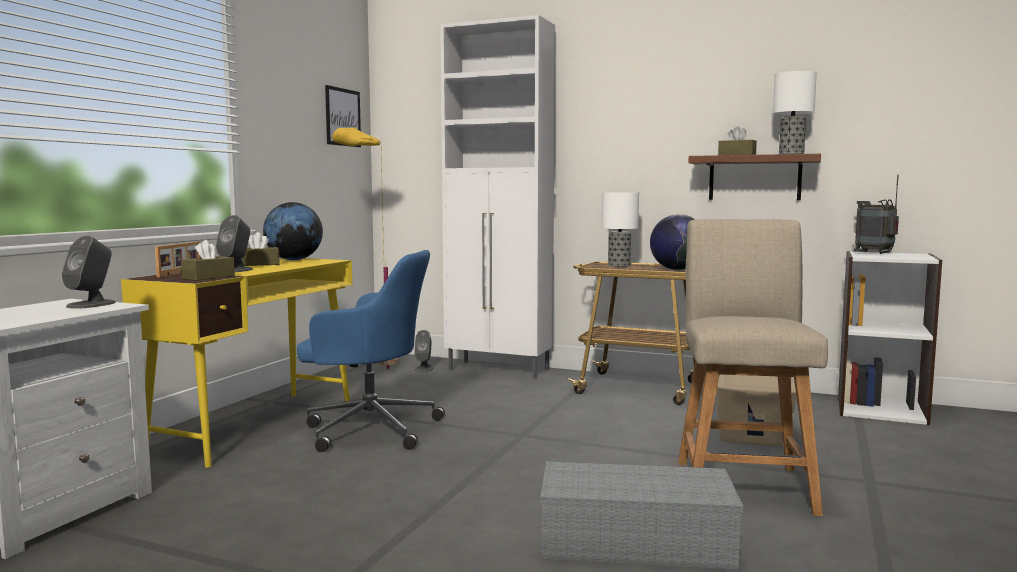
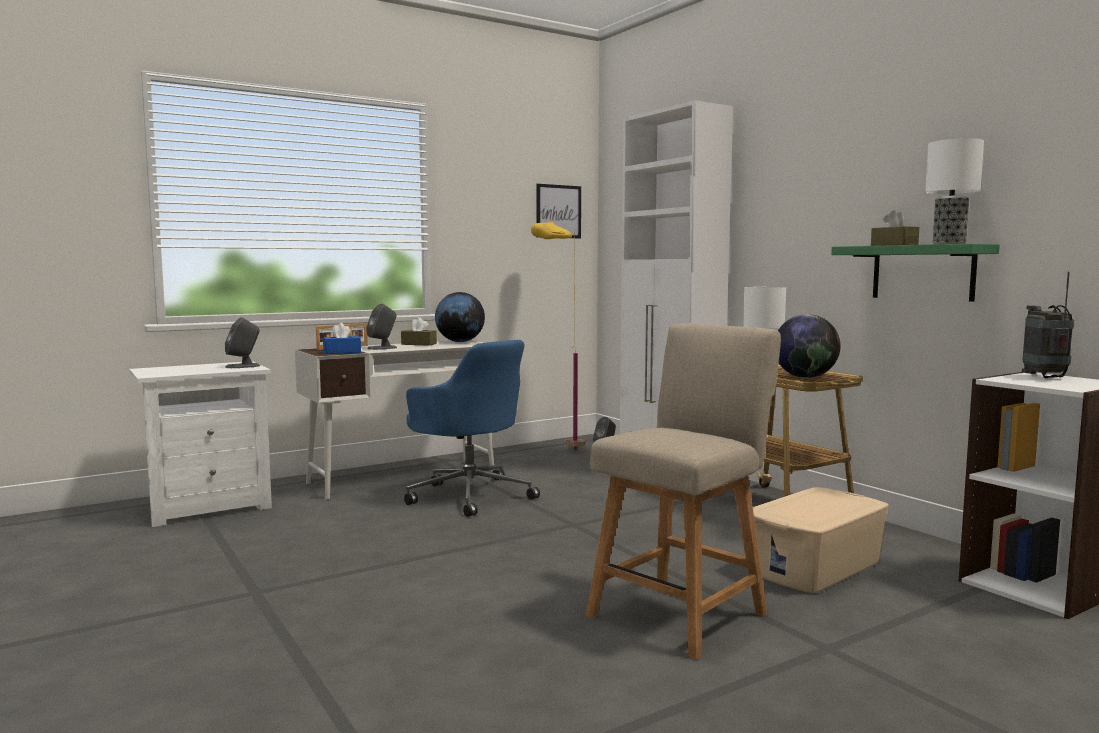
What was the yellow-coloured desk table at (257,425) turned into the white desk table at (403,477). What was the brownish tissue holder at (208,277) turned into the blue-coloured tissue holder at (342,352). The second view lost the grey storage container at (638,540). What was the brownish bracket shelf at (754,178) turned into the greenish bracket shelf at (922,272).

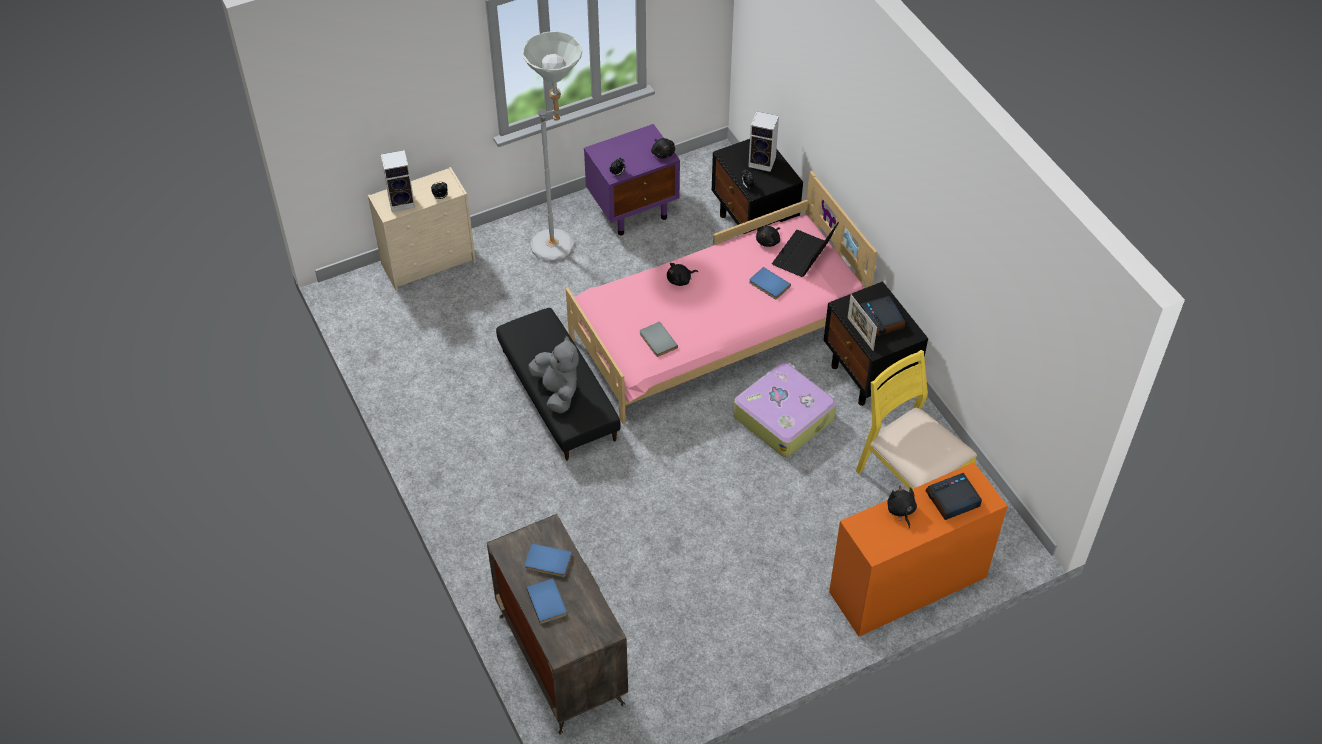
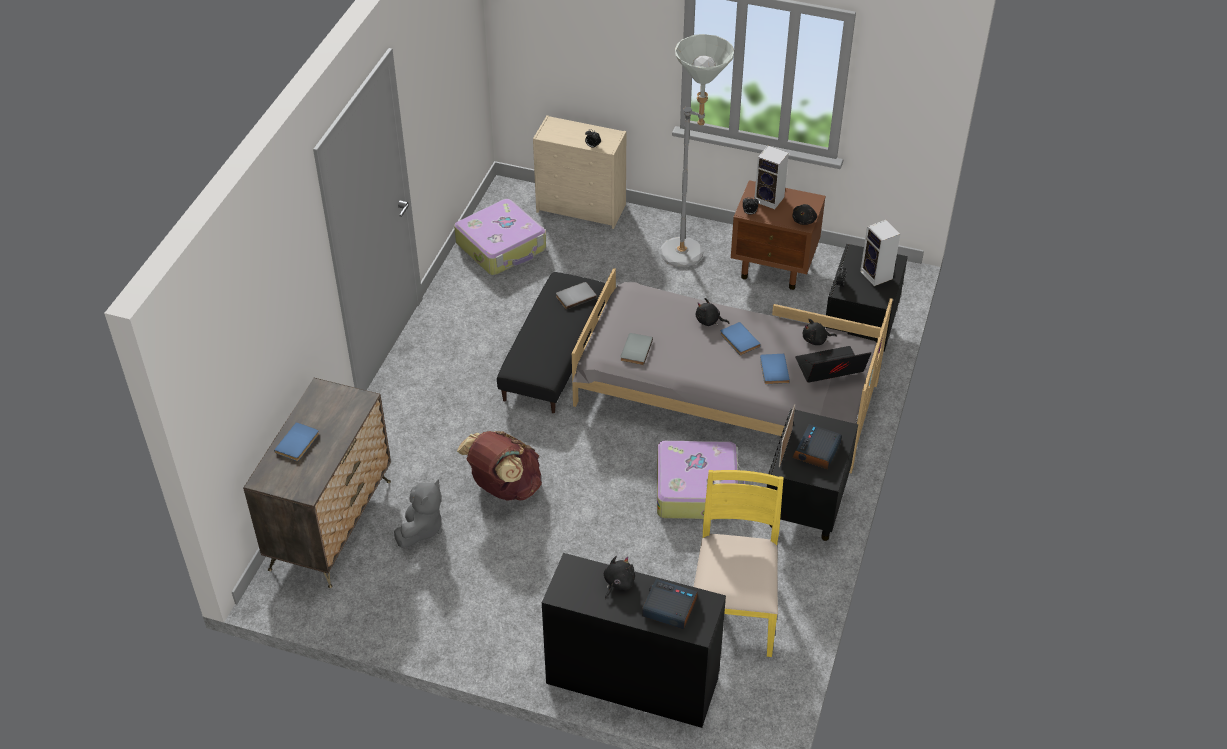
The loudspeaker ended up elsewhere, having gone from (402,201) to (770,199). The blue-coloured volume ended up elsewhere, having gone from (547,563) to (738,340). The grey soft toy ended up elsewhere, having gone from (557,391) to (421,528). What was the pink-coloured sleeping bed at (717,333) turned into the grey sleeping bed at (724,394). What was the purple nightstand at (633,210) turned into the brownish nightstand at (774,267). What was the orange-coloured desk table at (908,585) turned into the black-coloured desk table at (632,680). The second view gained the piece of luggage at (502,246). The second view gained the brownish knapsack at (504,487). The second view gained the grey volume at (575,296).

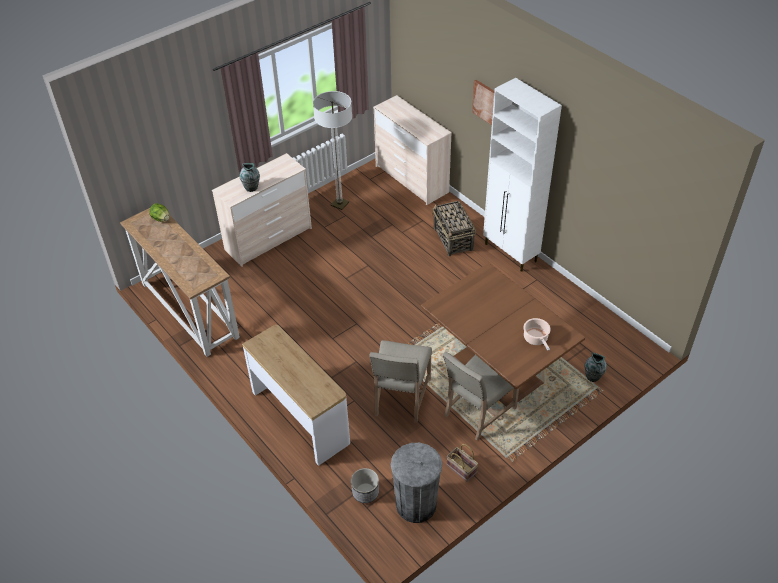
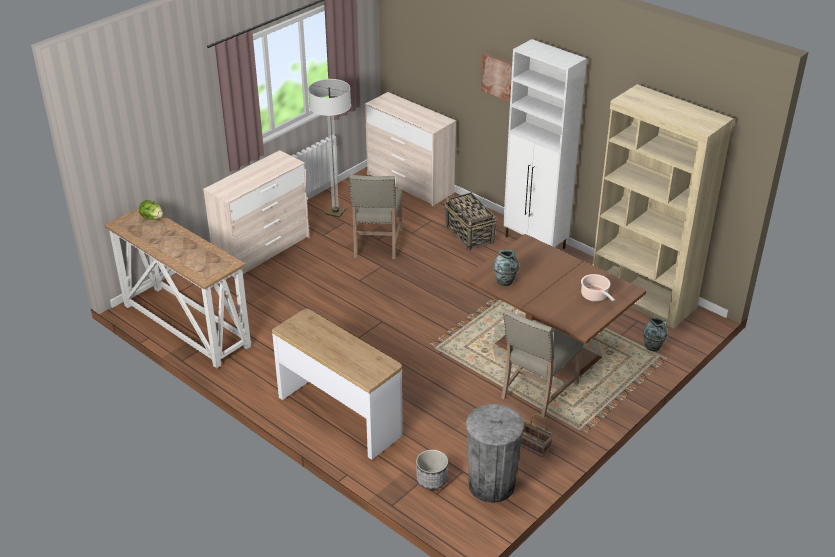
The vase ended up elsewhere, having gone from (251,188) to (505,281). The sand-coloured upright chair ended up elsewhere, having gone from (400,398) to (376,244). The second view gained the sand-coloured bookshelf at (642,298).

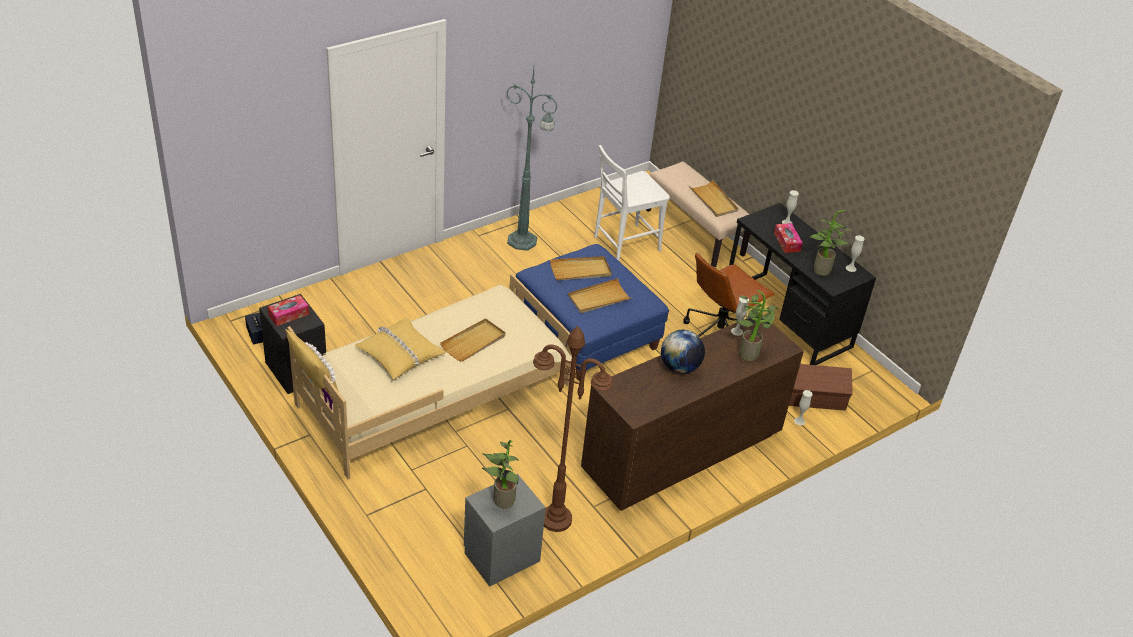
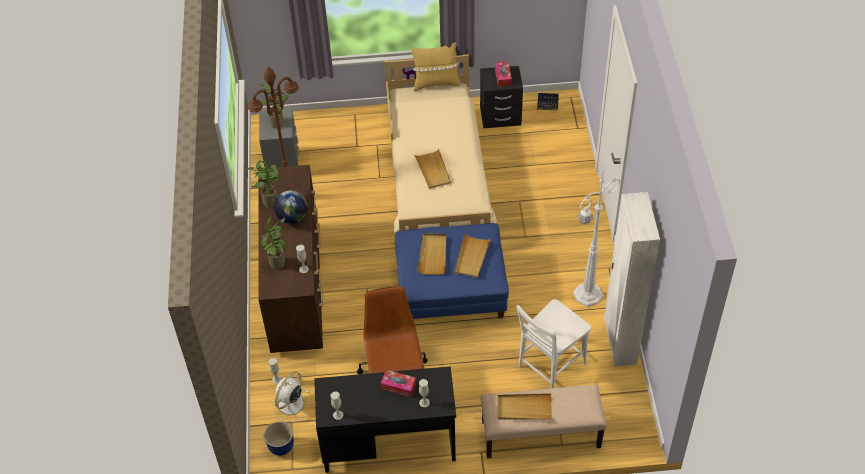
The second view lost the yellow-coloured cushion at (400,354). What was the greenish standard lamp at (523,241) turned into the white standard lamp at (586,295). The white upright chair at (623,244) ended up facing another way, 135 degrees counterclockwise from before. Where the brownish storage container stood at (815,399), the white electric fan came to stand at (290,404). The potted plant ended up elsewhere, having gone from (820,271) to (270,200). The second view gained the plant pot at (281,447). The second view gained the white armoire at (619,342).

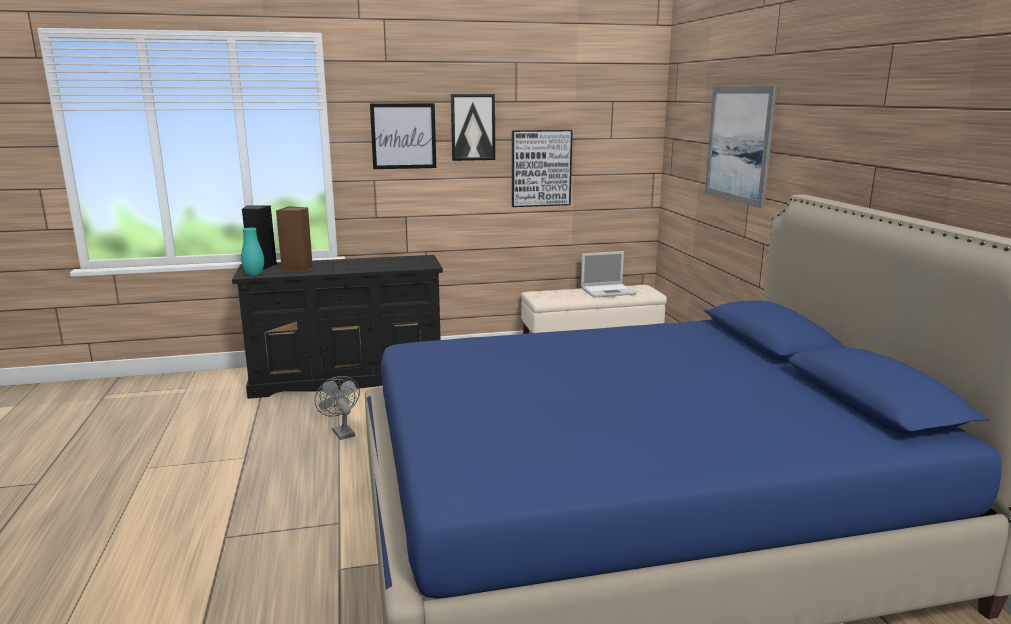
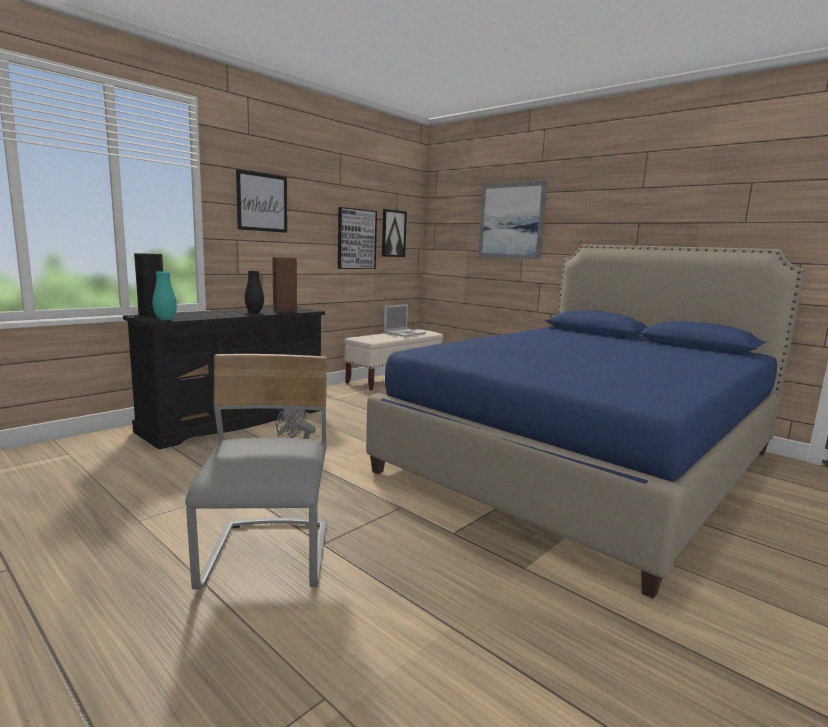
The brownish loudspeaker ended up elsewhere, having gone from (298,269) to (285,310). The picture ended up elsewhere, having gone from (472,127) to (393,233). The second view gained the grey upright chair at (269,557). The second view gained the black-coloured vase at (254,312).

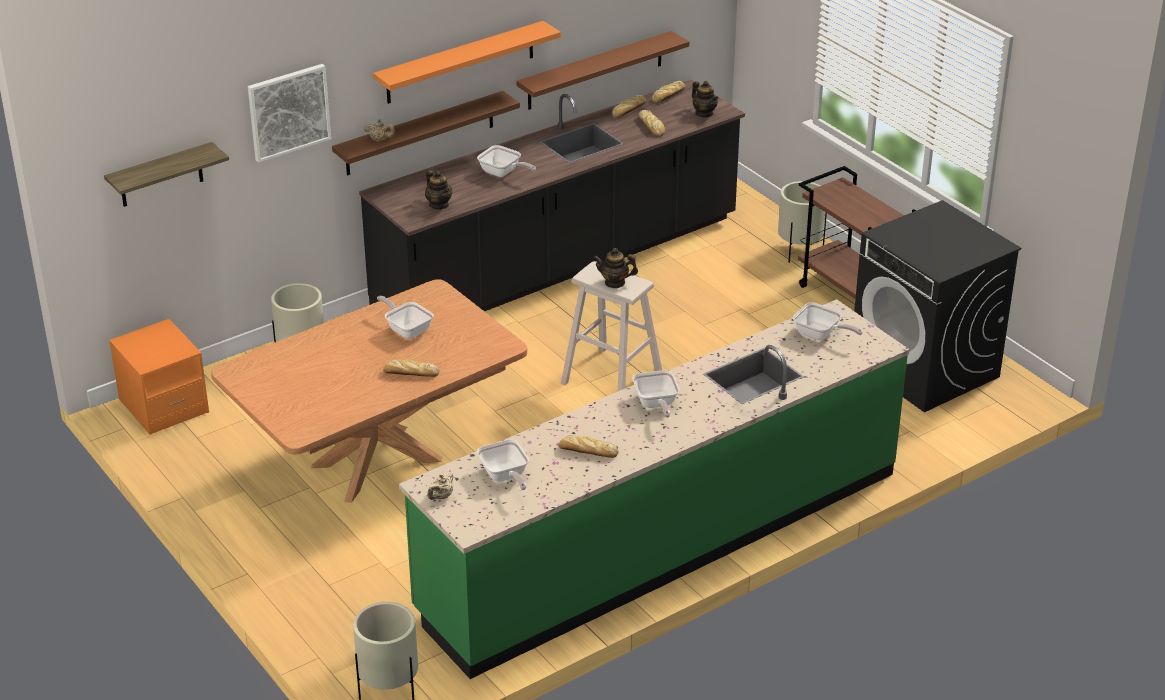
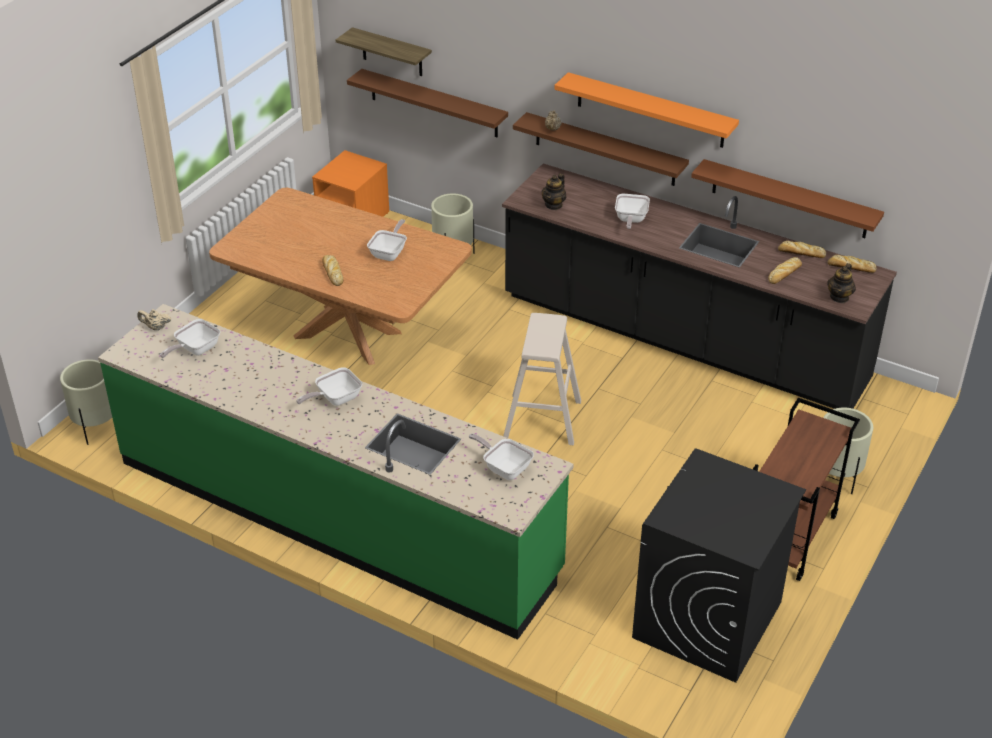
The second view lost the picture at (288,112). The second view lost the baked bread at (587,451). The second view lost the pot for tea at (615,282). The frying pan at (820,335) ended up facing another way, 120 degrees clockwise from before. The second view gained the brownish bracket shelf at (433,103).

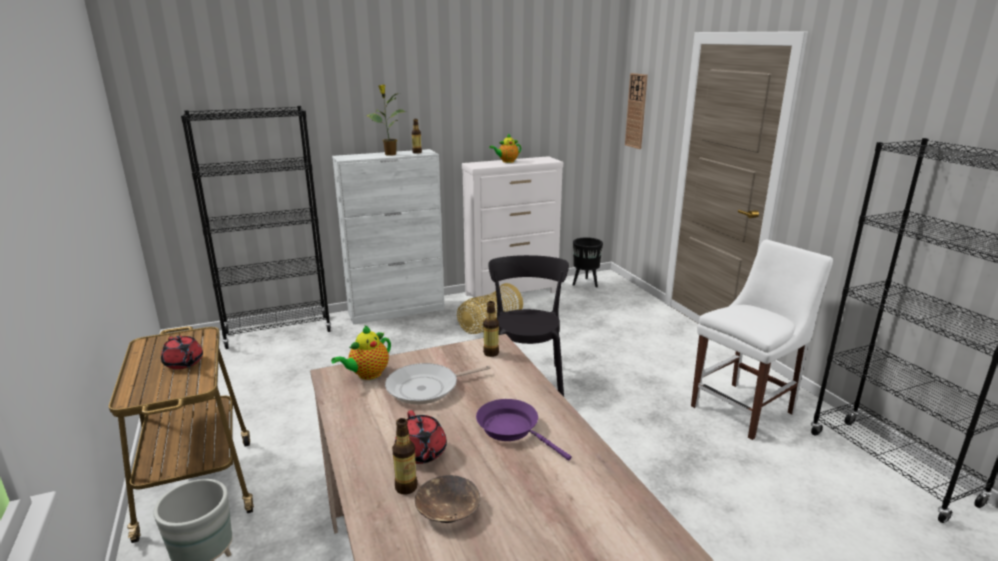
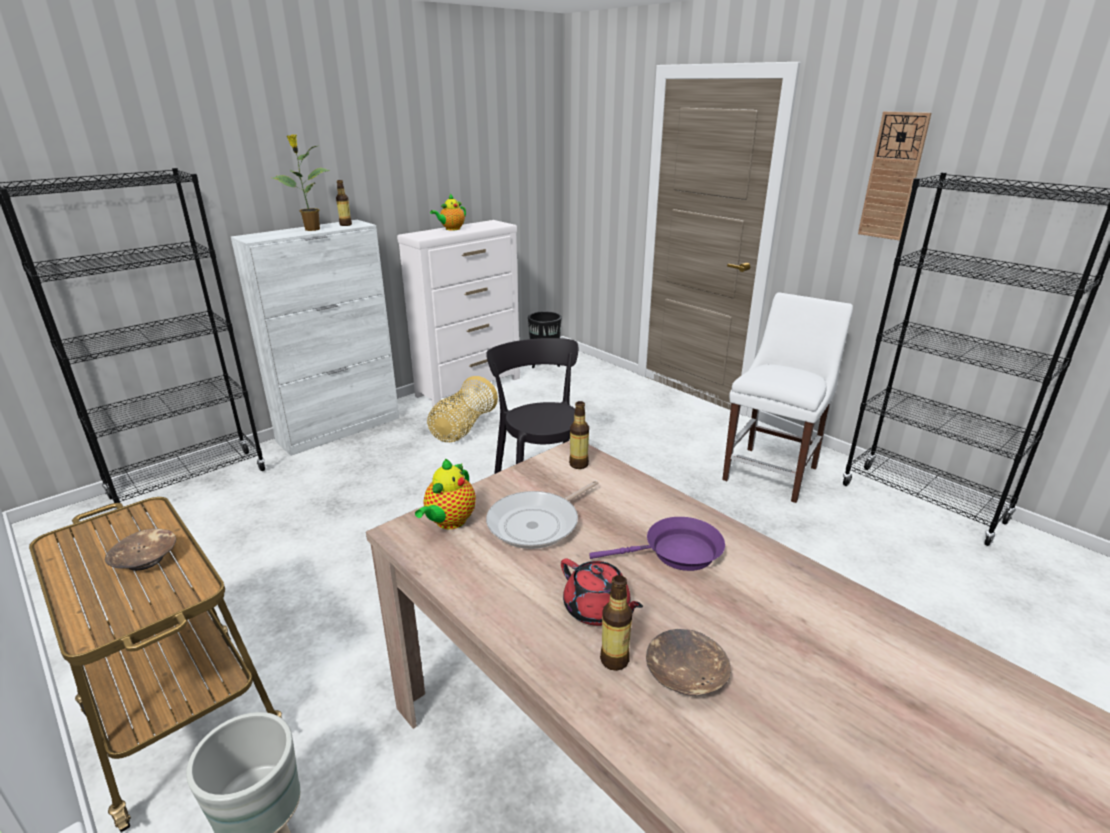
Where the red-coloured pot for tea stood at (184,363), the brownish serving bowl came to stand at (146,559). The purple frying pan at (512,429) ended up facing another way, 150 degrees clockwise from before. The hanging clock ended up elsewhere, having gone from (636,111) to (893,177).

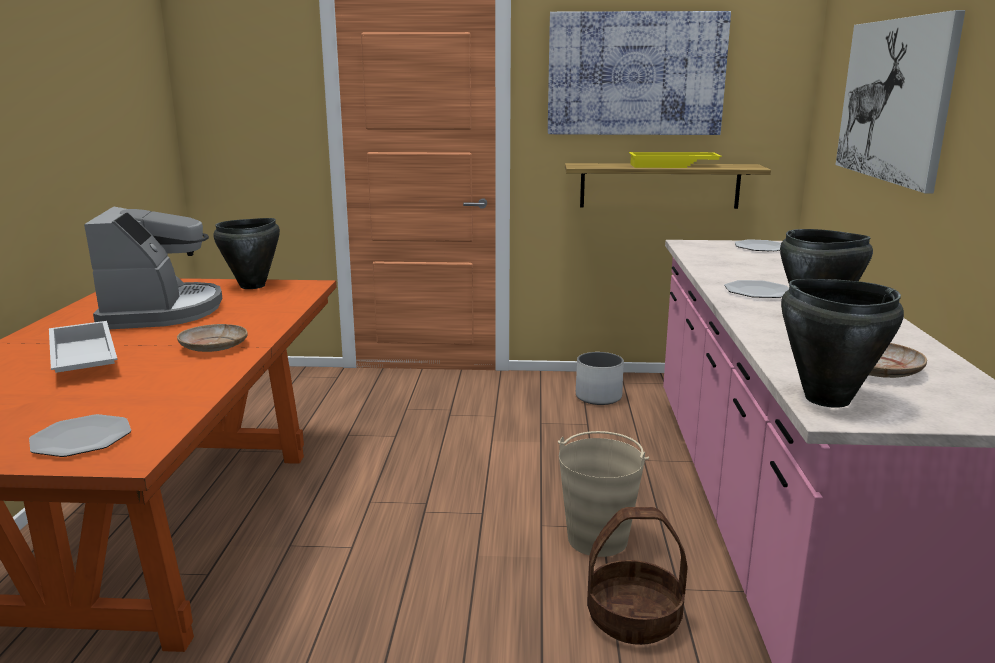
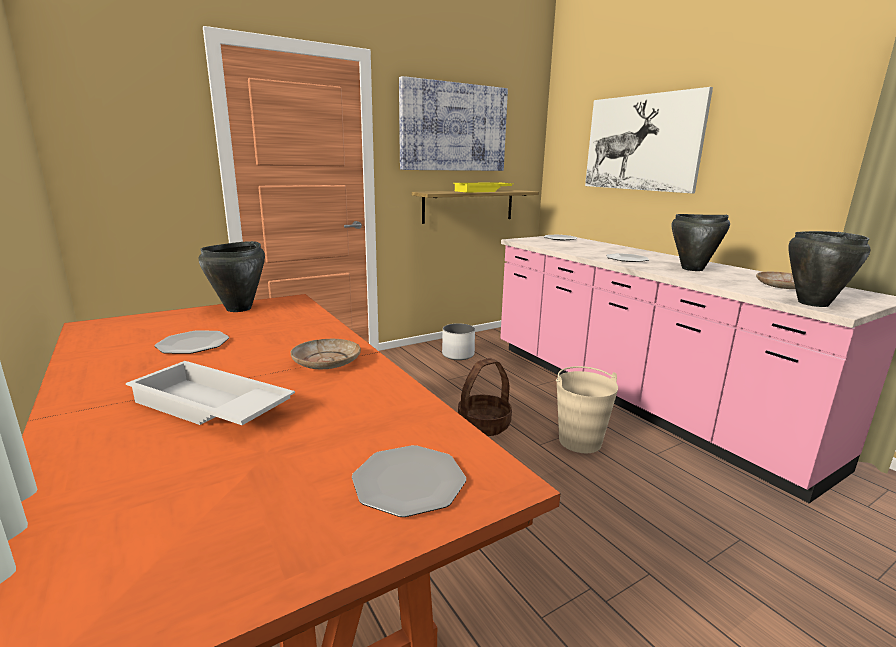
Where the coffee machine stood at (162,311), the dinner plate came to stand at (193,344). The basket ended up elsewhere, having gone from (634,618) to (484,424).

